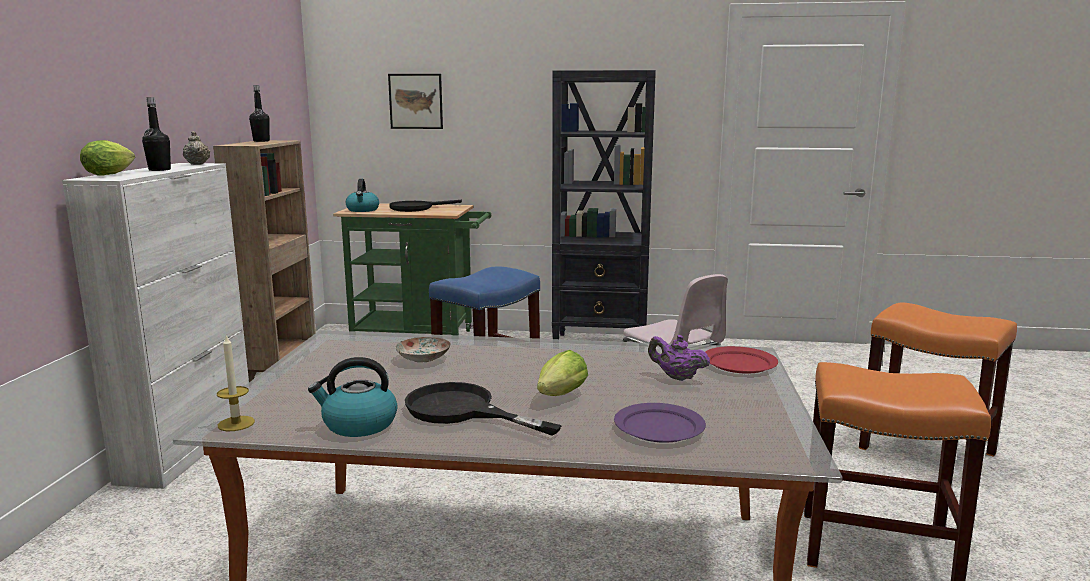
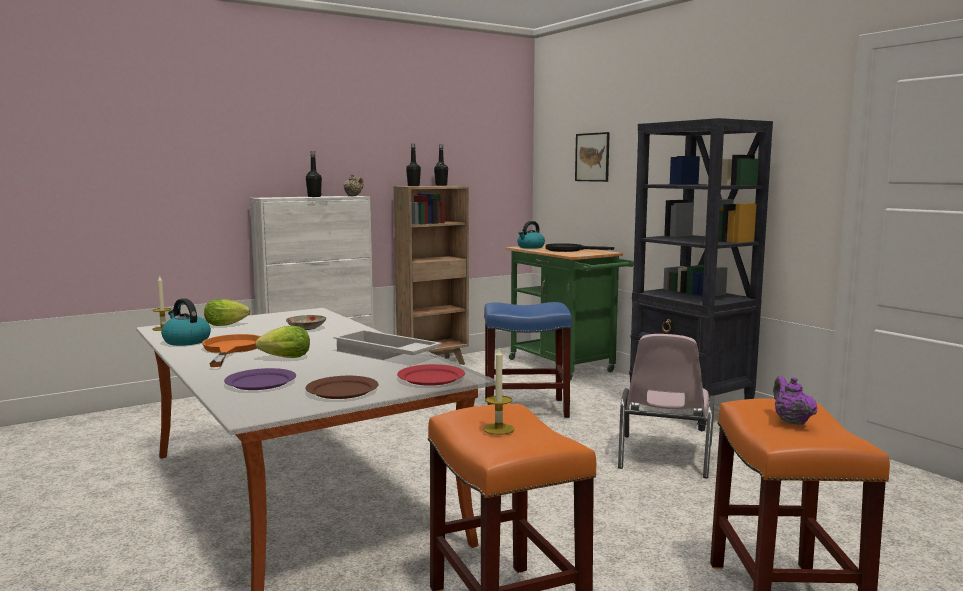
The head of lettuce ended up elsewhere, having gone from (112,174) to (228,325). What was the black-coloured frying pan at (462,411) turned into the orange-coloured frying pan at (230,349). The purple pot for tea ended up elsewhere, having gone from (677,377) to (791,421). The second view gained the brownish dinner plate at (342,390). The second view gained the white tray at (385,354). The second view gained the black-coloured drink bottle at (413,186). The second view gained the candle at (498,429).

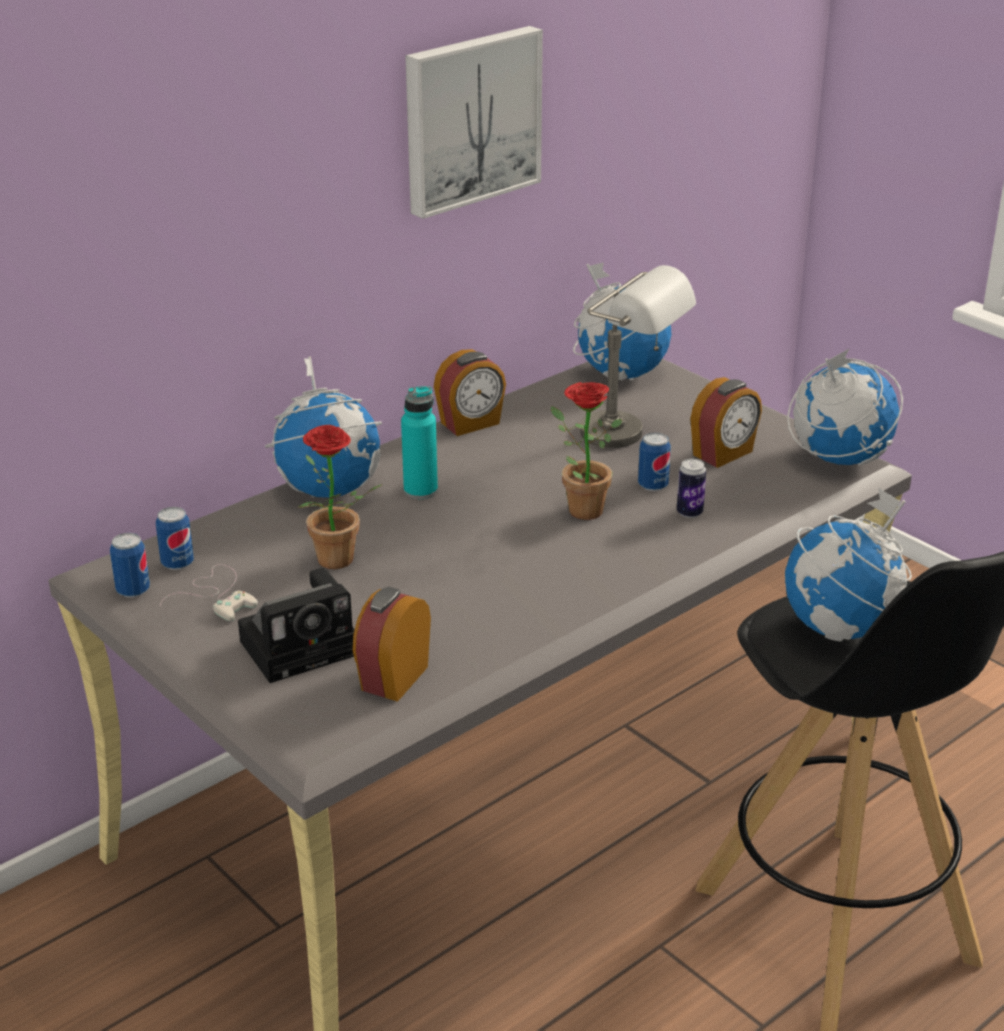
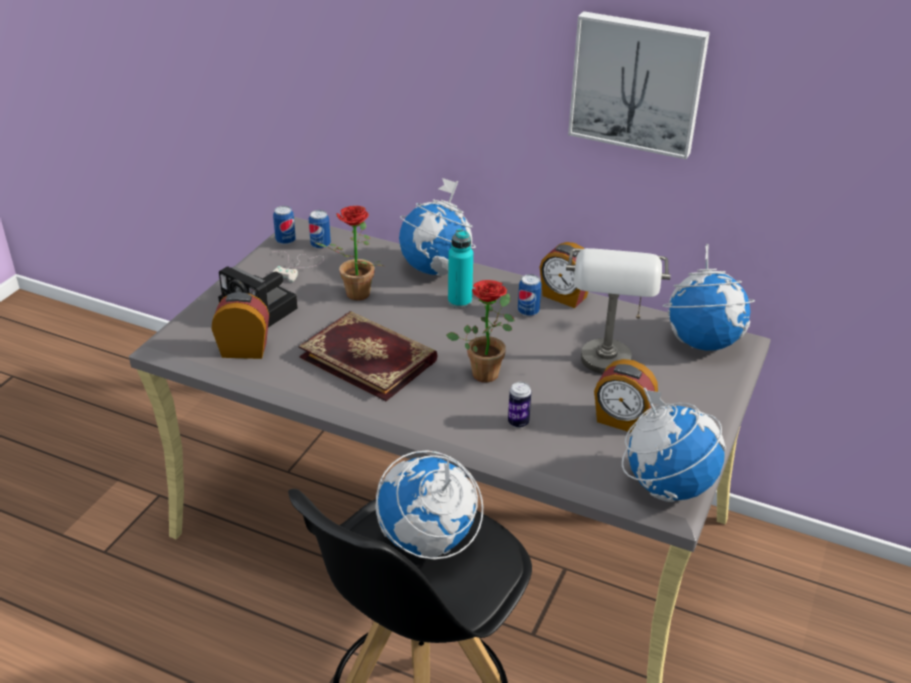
The can ended up elsewhere, having gone from (653,486) to (528,312). The second view gained the volume at (369,358).

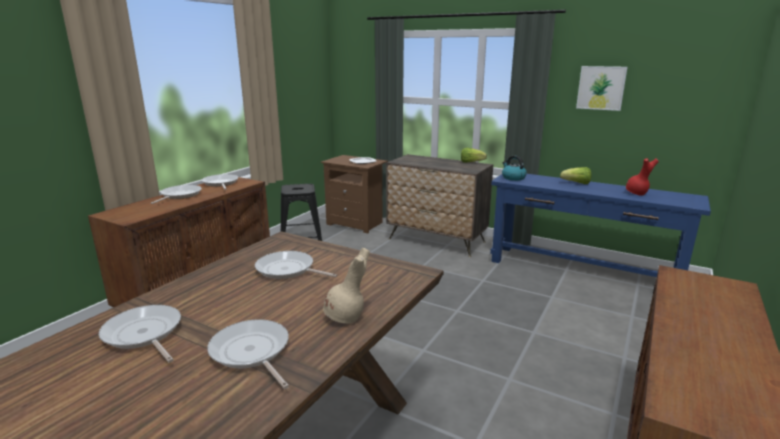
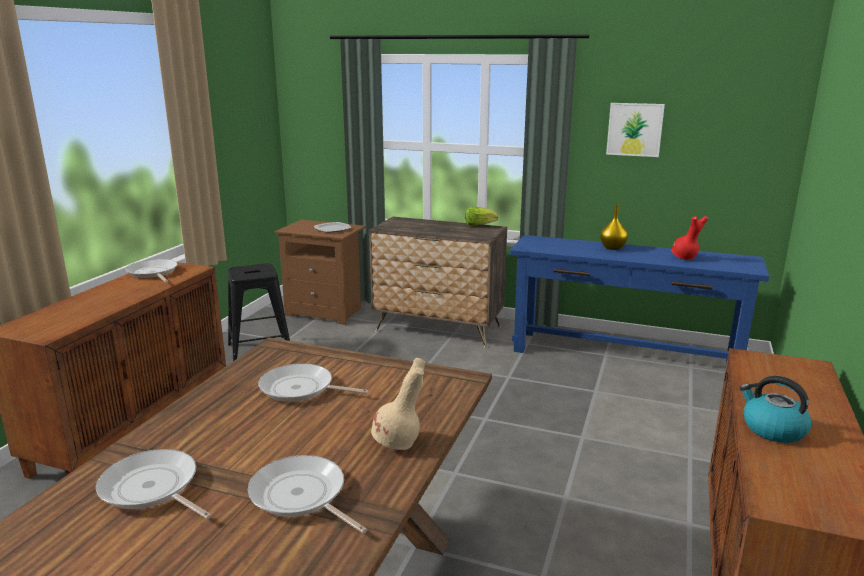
The second view lost the frying pan at (179,195). The kettle ended up elsewhere, having gone from (513,178) to (772,429). Where the head of lettuce stood at (576,183), the yellow-coloured vase came to stand at (613,248).

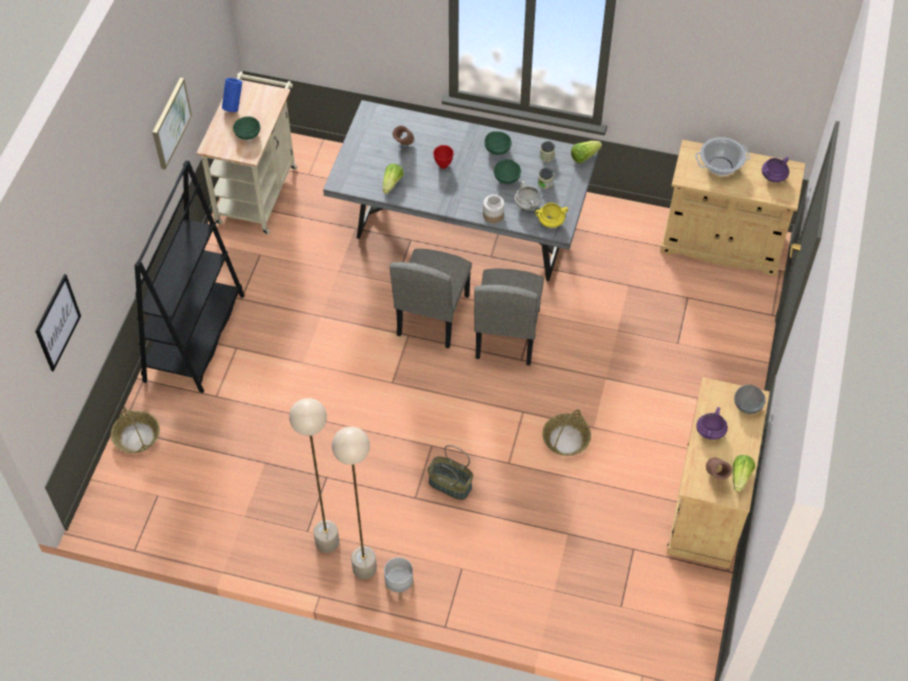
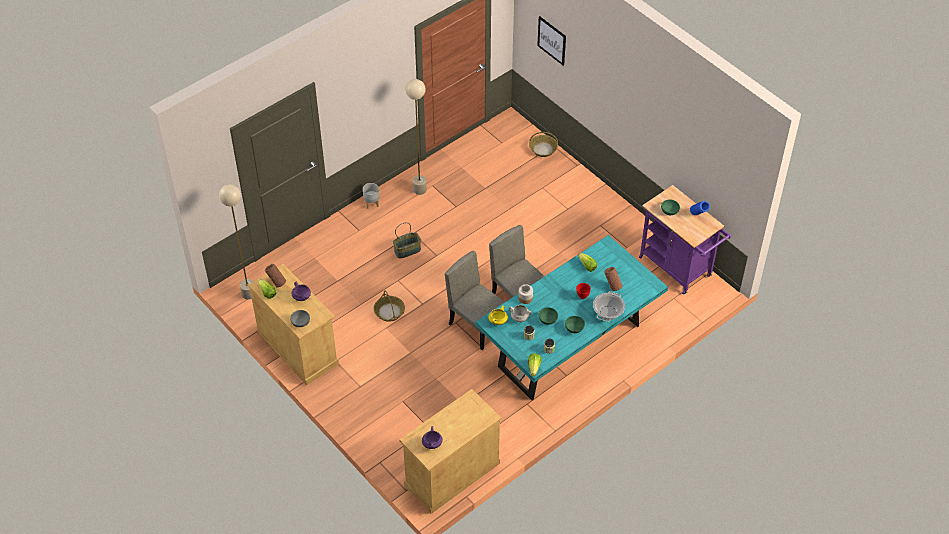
The second view lost the black-coloured bookshelf at (195,338). The second view lost the picture at (170,123). What was the sand-coloured trolley at (258,190) turned into the purple trolley at (678,269). What was the grey dinner table at (462,232) turned into the blue-green dinner table at (568,347). The sand-coloured standard lamp ended up elsewhere, having gone from (364,568) to (248,293). The cooking pot ended up elsewhere, having gone from (720,166) to (608,313).

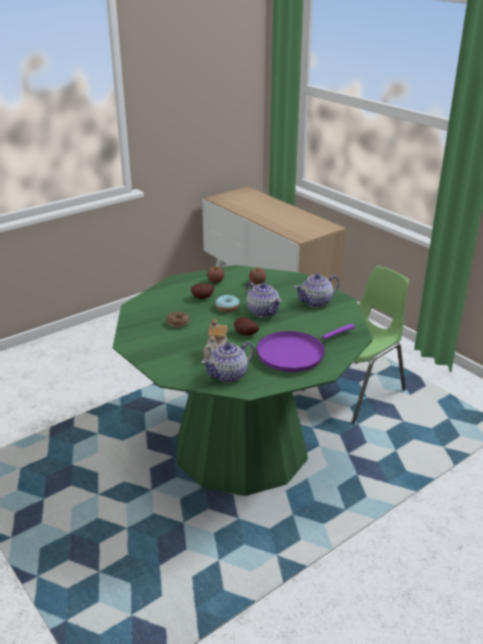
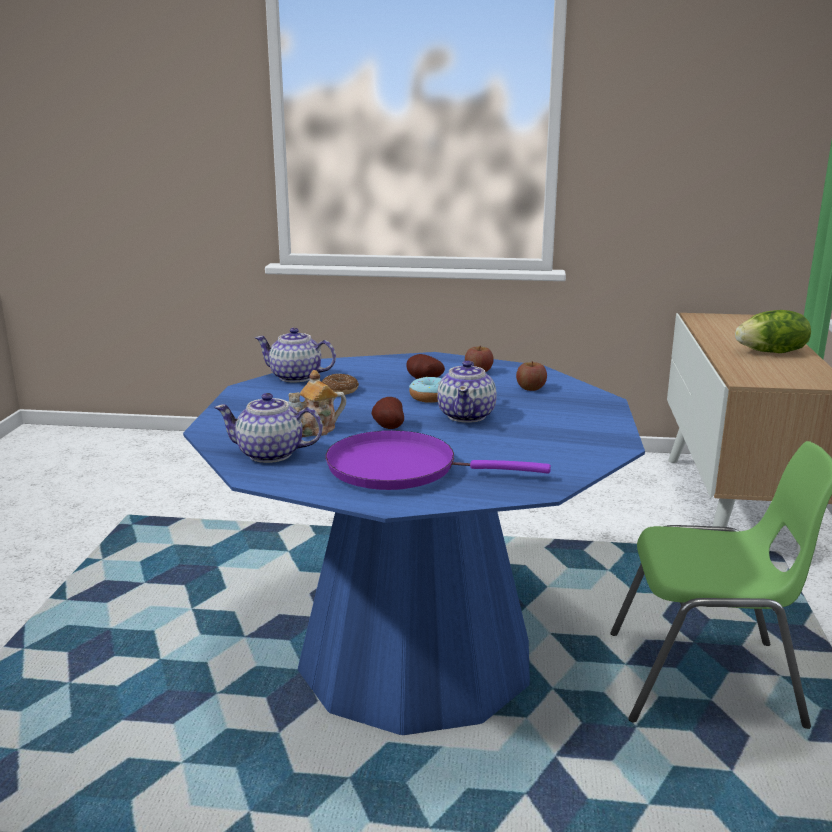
What was the greenish dinner table at (241,448) turned into the blue-coloured dinner table at (416,656). The pot for tea ended up elsewhere, having gone from (316,302) to (296,377). The second view gained the head of lettuce at (772,352).

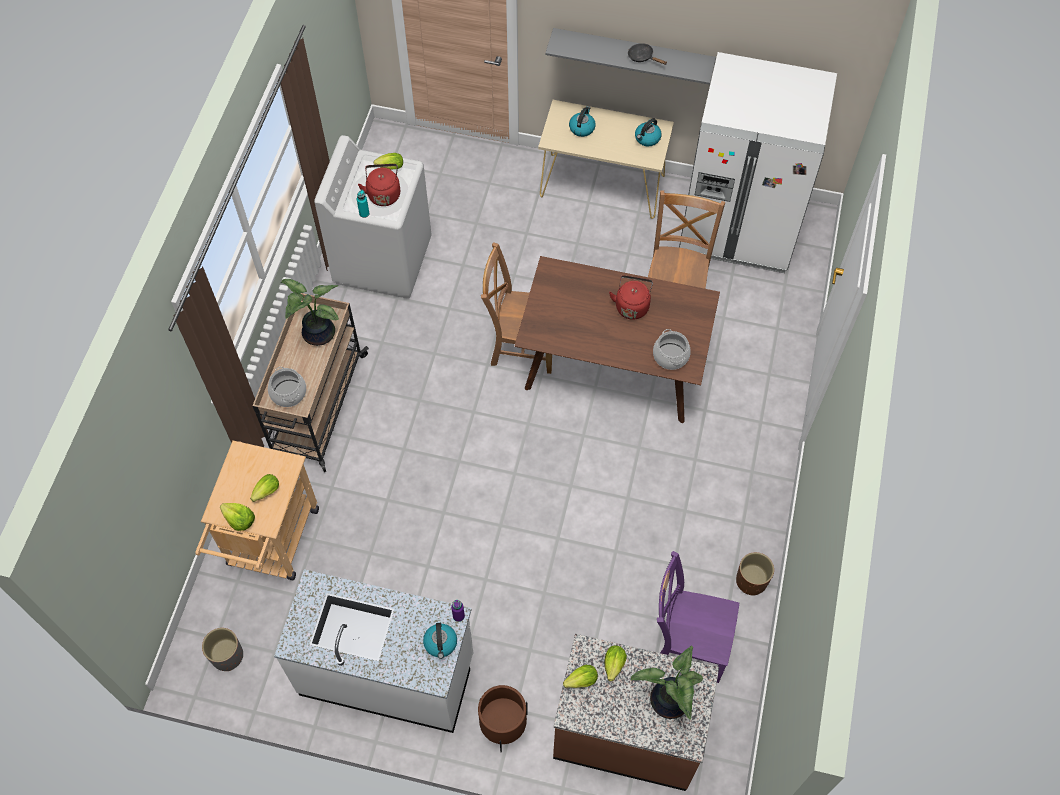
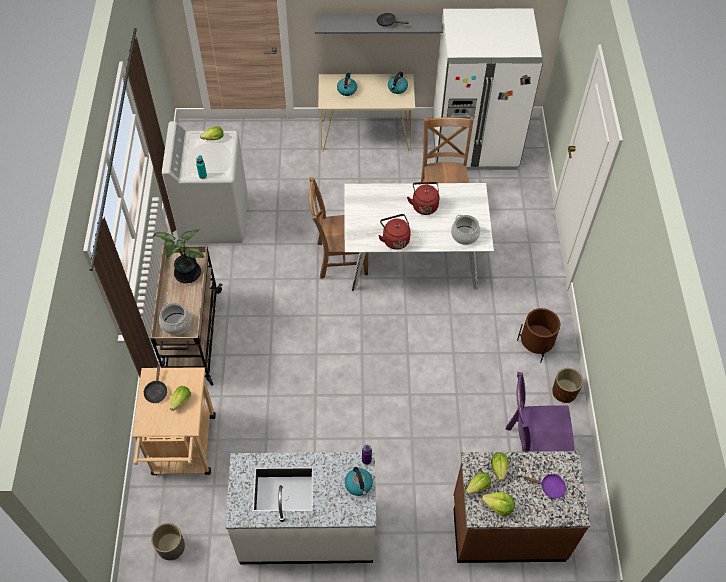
The head of lettuce ended up elsewhere, having gone from (239,520) to (498,506). The red-coloured kettle ended up elsewhere, having gone from (383,193) to (395,239). The brownish plant pot ended up elsewhere, having gone from (503,725) to (535,346). What was the brownish dinner table at (611,369) turned into the white dinner table at (412,262). Where the potted plant stood at (667,702), the purple frying pan came to stand at (549,487). The second view gained the black-coloured frying pan at (156,391).

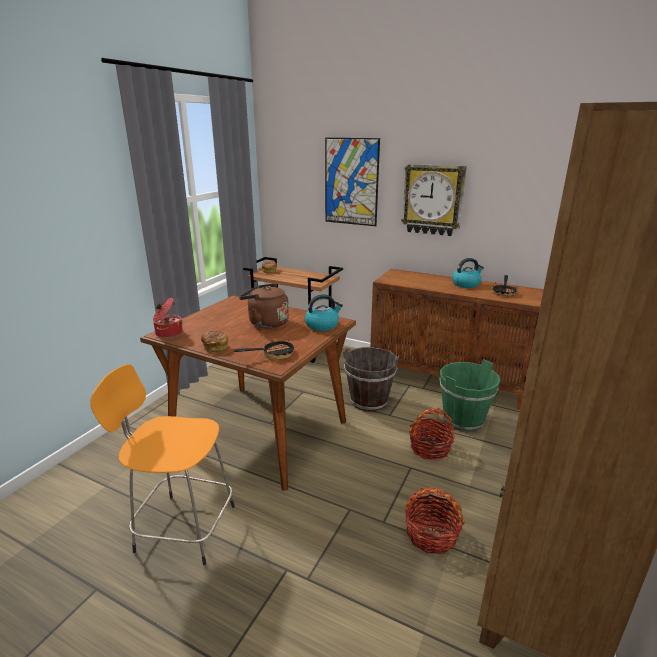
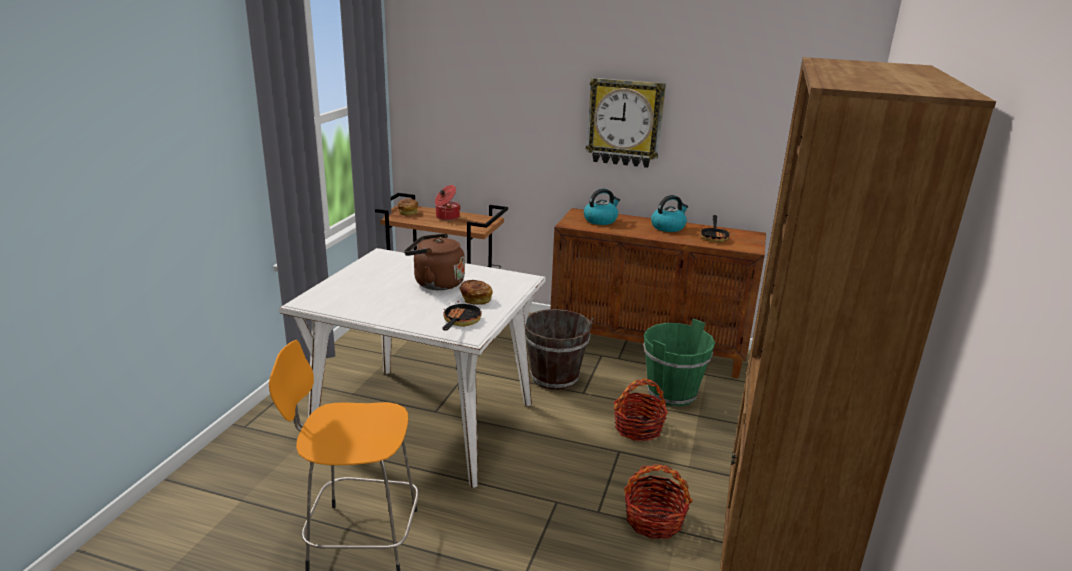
What was the brownish dinner table at (259,431) turned into the white dinner table at (424,422). The cooking pot ended up elsewhere, having gone from (168,333) to (447,217). The baked bread ended up elsewhere, having gone from (215,347) to (475,299). The frying pan at (273,355) ended up facing another way, 45 degrees counterclockwise from before. The kettle ended up elsewhere, having gone from (322,325) to (600,220). The second view lost the picture at (351,182).

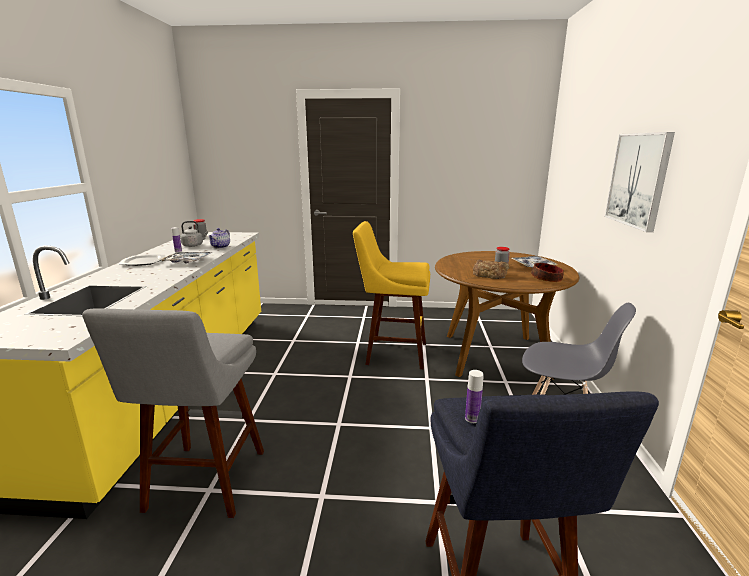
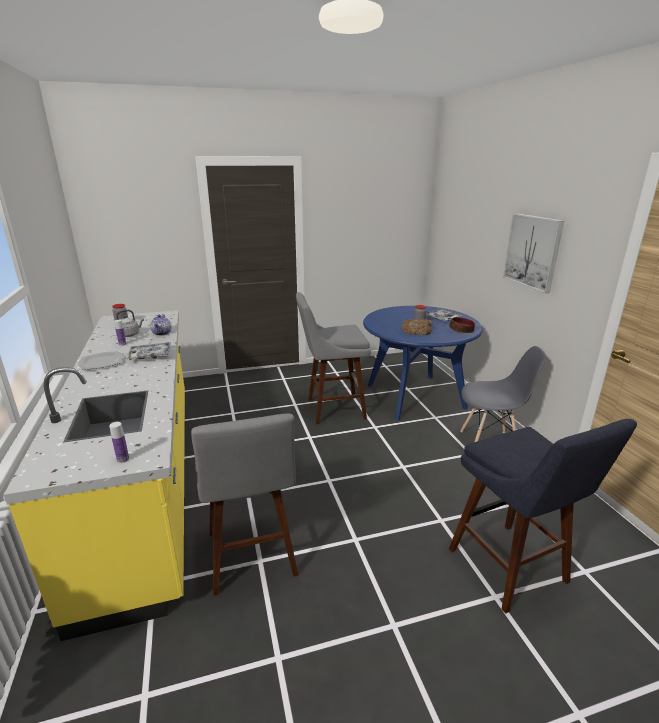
What was the yellow-coloured sitting stool at (392,353) turned into the grey sitting stool at (331,409). What was the brownish dinner table at (495,355) turned into the blue-coloured dinner table at (415,396). The drink bottle ended up elsewhere, having gone from (472,419) to (123,459).

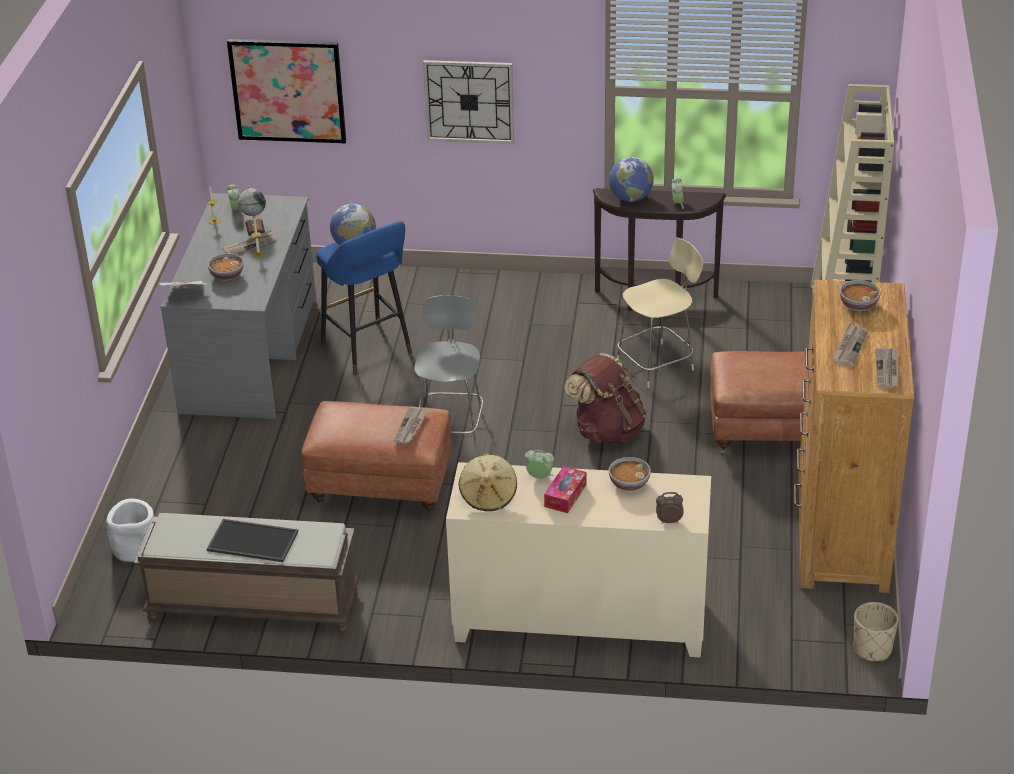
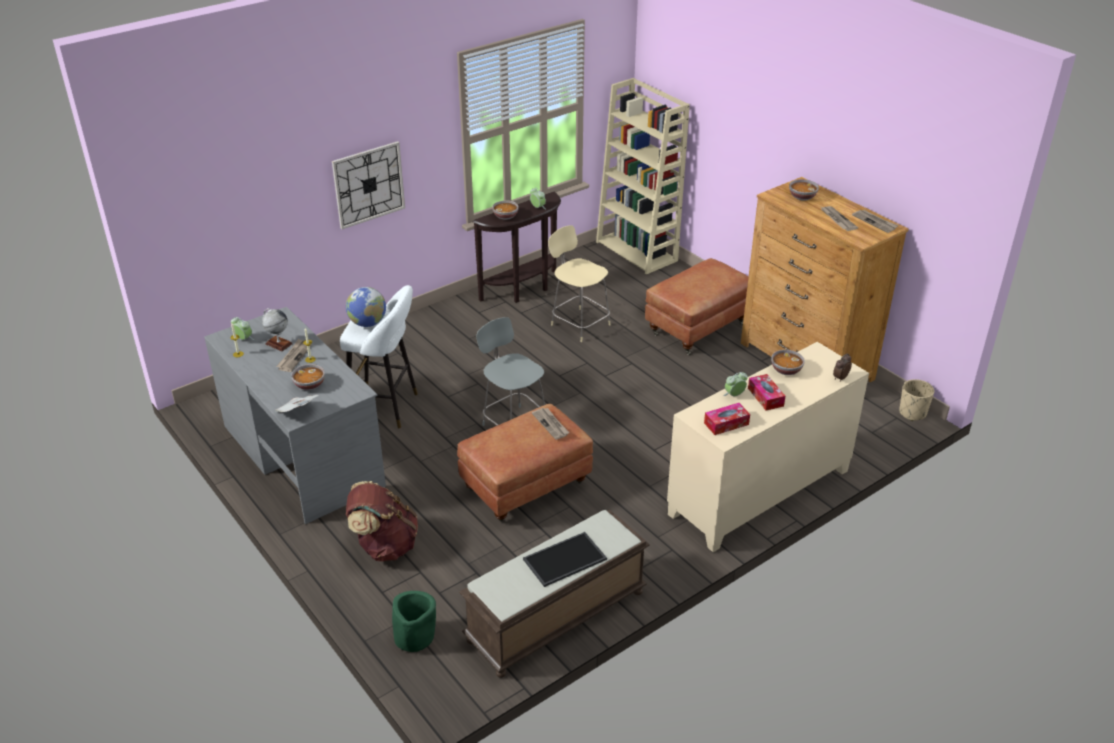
What was the white plant pot at (134,550) turned into the greenish plant pot at (415,637). The second view lost the picture at (288,90). What was the blue-coloured sitting stool at (369,351) turned into the white sitting stool at (387,407). Where the sand-coloured clothing hat stood at (488,496), the tissue holder came to stand at (726,424). The brownish knapsack ended up elsewhere, having gone from (607,431) to (384,546). Where the desk globe stood at (630,198), the serving bowl came to stand at (505,216). The sand-coloured upright chair at (657,364) ended up facing another way, 60 degrees counterclockwise from before.

